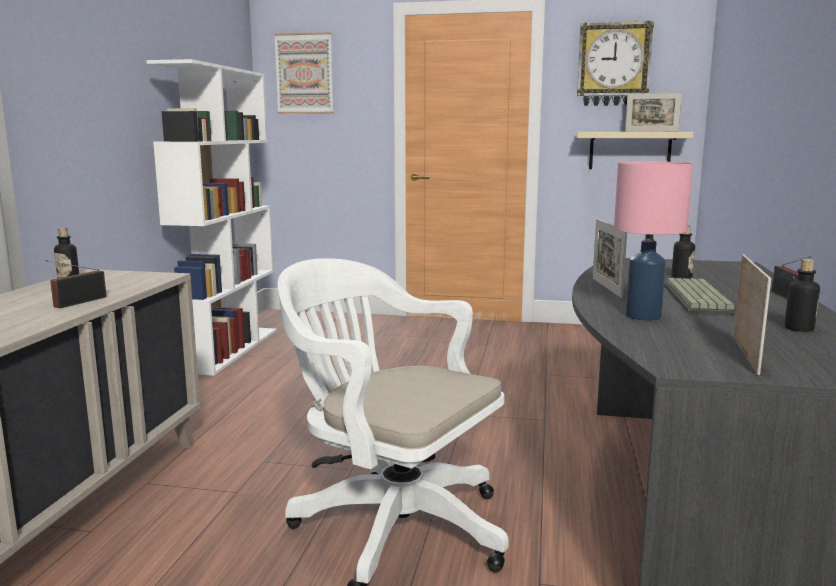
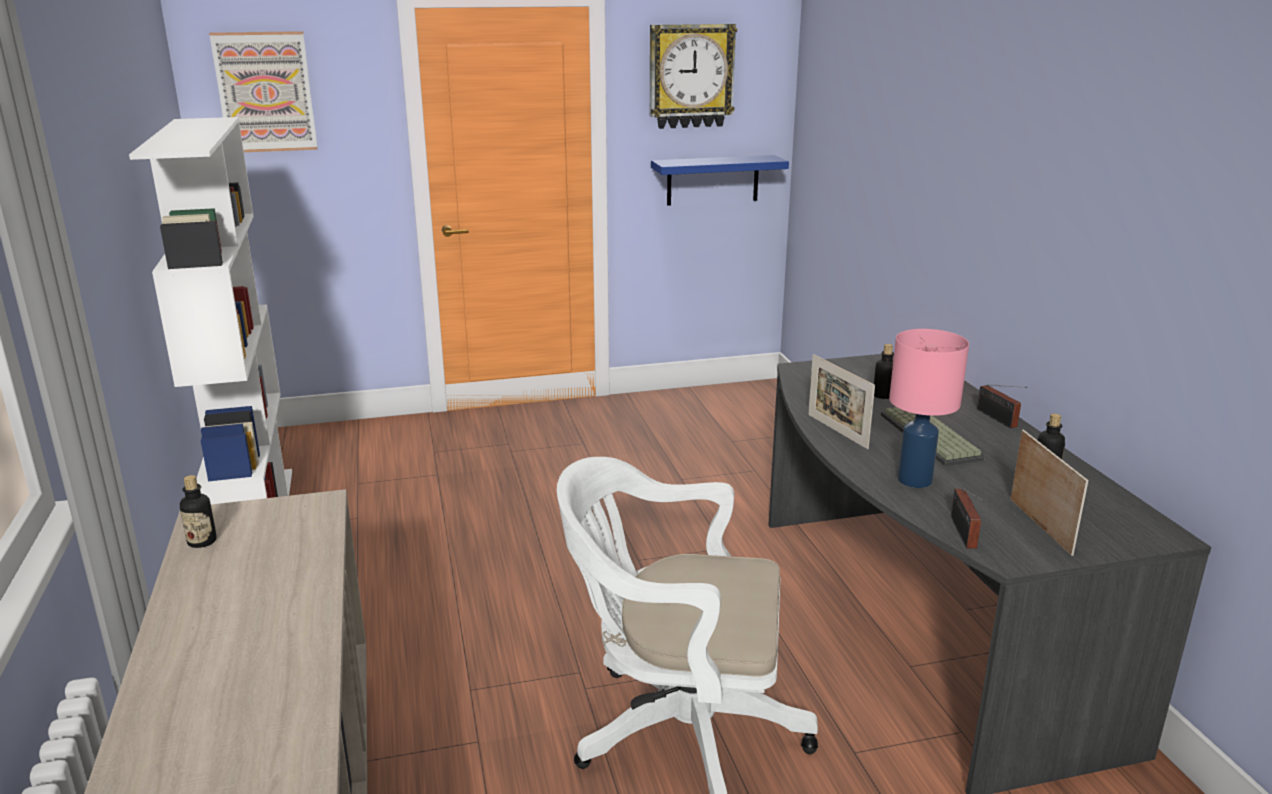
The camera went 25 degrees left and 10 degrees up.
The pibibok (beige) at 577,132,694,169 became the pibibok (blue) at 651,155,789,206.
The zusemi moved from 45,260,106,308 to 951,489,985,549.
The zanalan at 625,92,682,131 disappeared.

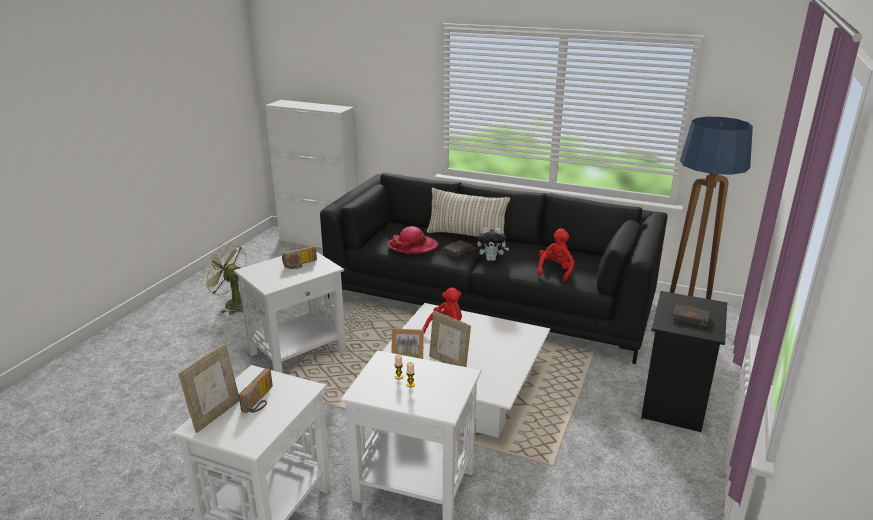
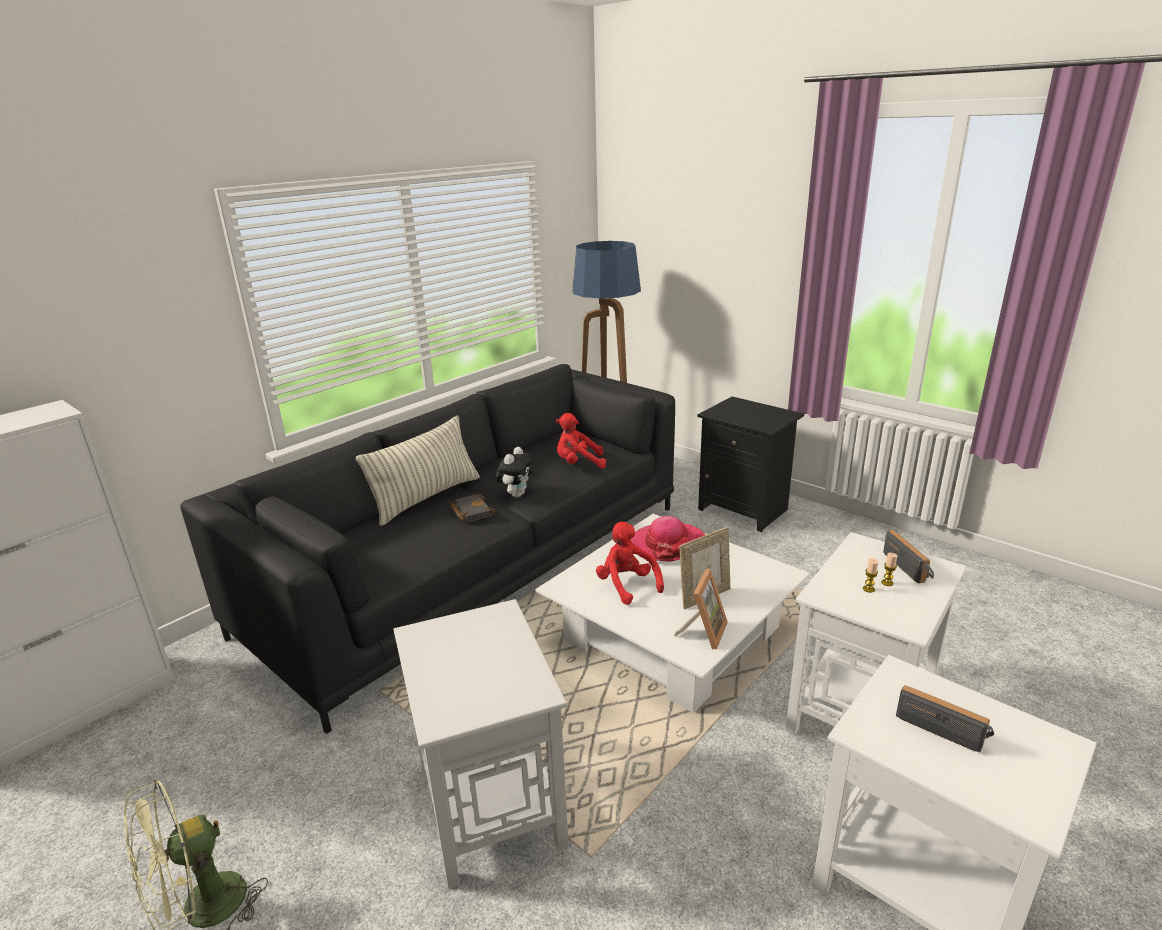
The camera went 70 degrees left and 0 degrees up.
The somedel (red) at 537,228,574,281 turned 45 degrees counterclockwise.
The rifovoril moved from 388,226,438,254 to 630,516,705,562.
The zusemi moved from 282,246,317,269 to 883,530,934,584.
The zanalan at 178,344,240,433 disappeared.
The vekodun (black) at 672,304,710,327 disappeared.

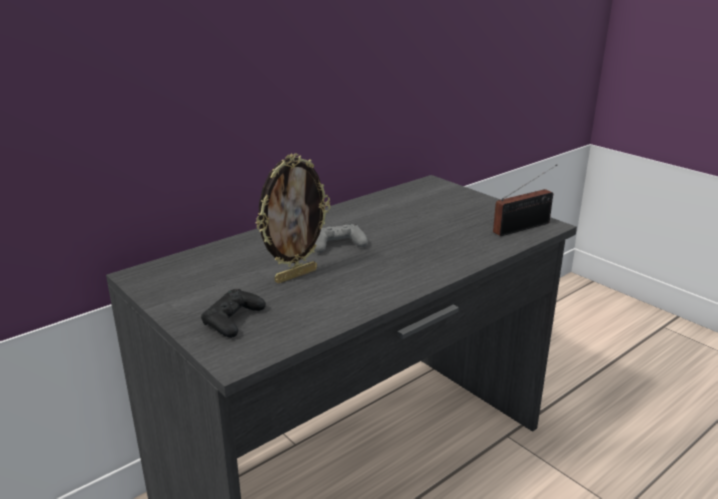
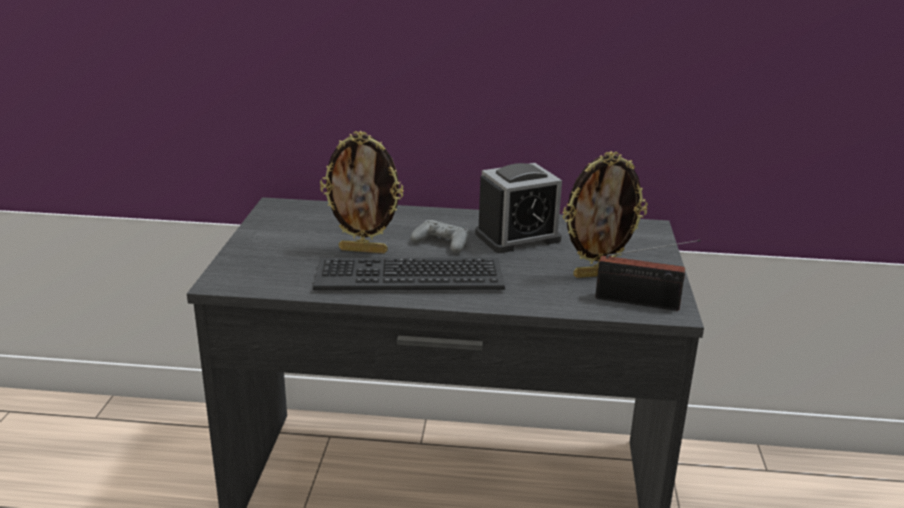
The camera went 45 degrees right and 0 degrees up.
The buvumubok at 313,258,505,291 appeared.
The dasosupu at 475,163,562,253 appeared.
The zanalan at 562,151,648,278 appeared.
The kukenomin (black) at 201,289,266,338 disappeared.

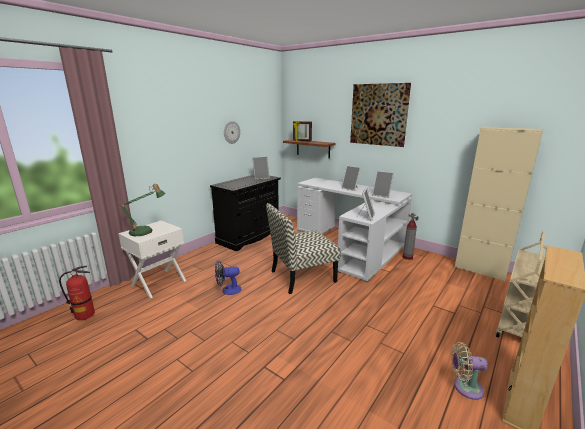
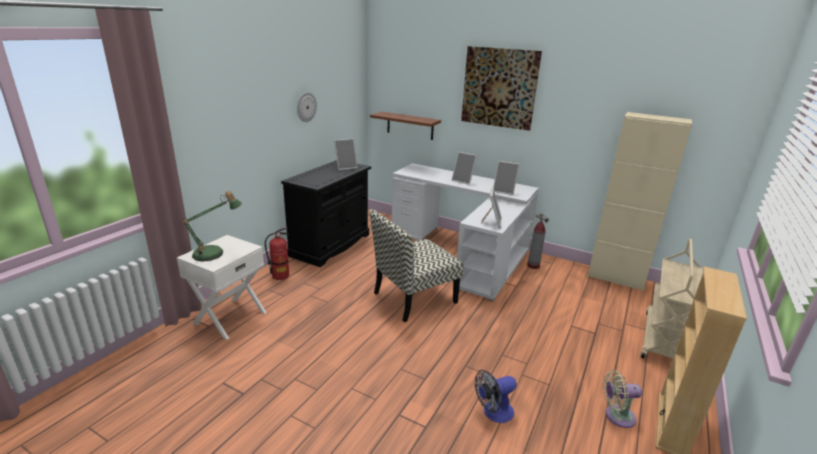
The camera went 10 degrees left and 5 degrees up.
The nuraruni moved from 59,266,95,320 to 265,228,290,280.
The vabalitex moved from 215,261,241,295 to 475,370,517,423.
The zanalan at 293,121,312,141 disappeared.

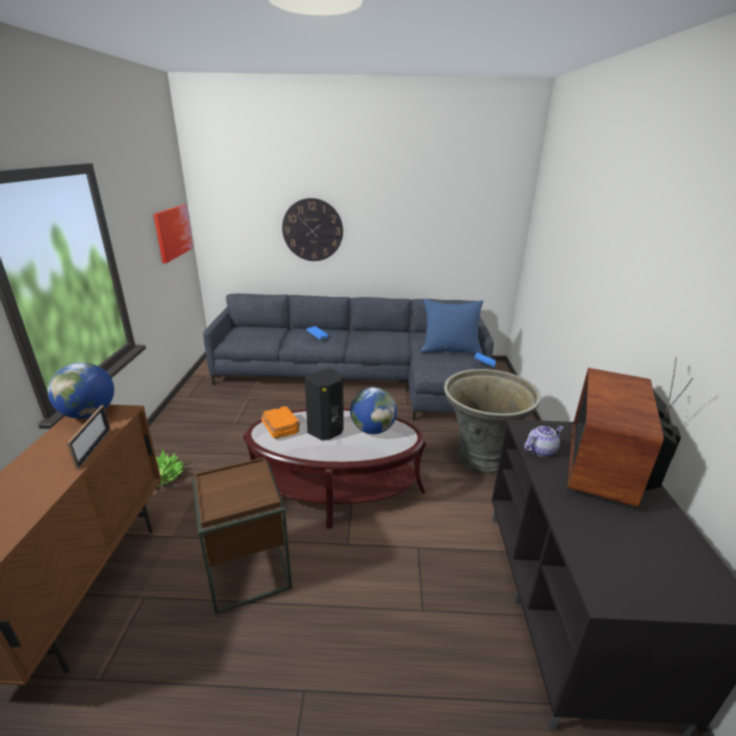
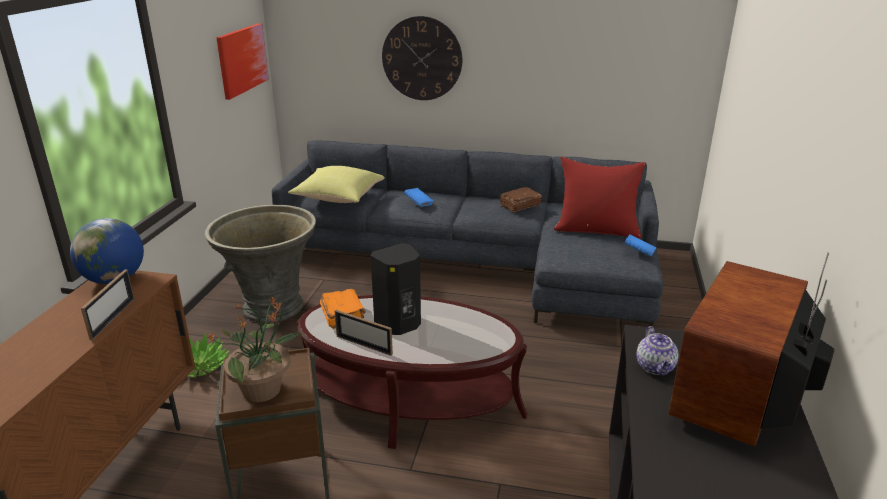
The camera went 10 degrees right and 0 degrees up.
The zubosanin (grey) moved from 444,369,541,473 to 205,205,316,323.
The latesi at 205,297,303,402 appeared.
The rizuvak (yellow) at 288,166,385,203 appeared.
The zanalan at 335,310,393,356 appeared.
The vekodun (brown) at 499,187,542,213 appeared.
The rizuvak (blue) at 421,299,483,354 became the rizuvak (red) at 554,157,646,239.
The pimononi at 524,426,564,457 turned 105 degrees clockwise.
The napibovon at 350,387,397,434 disappeared.

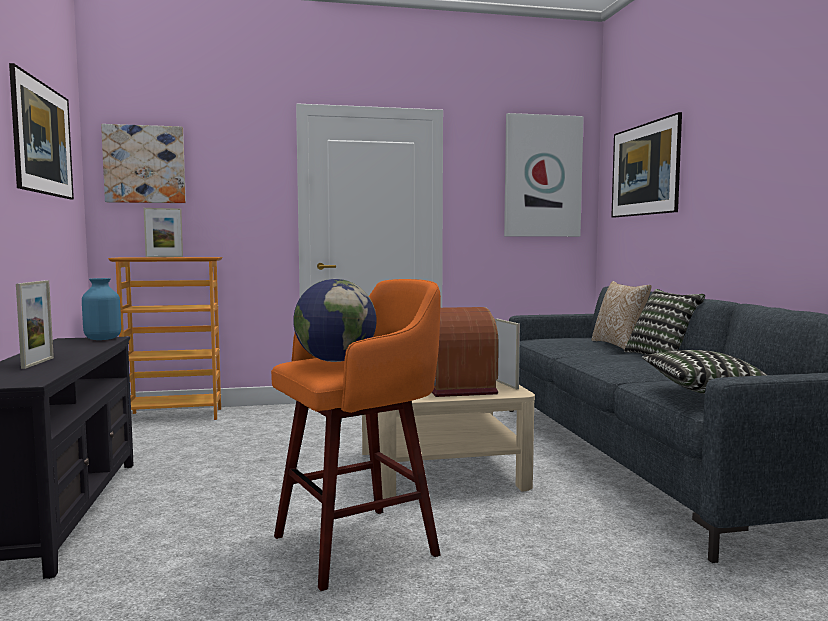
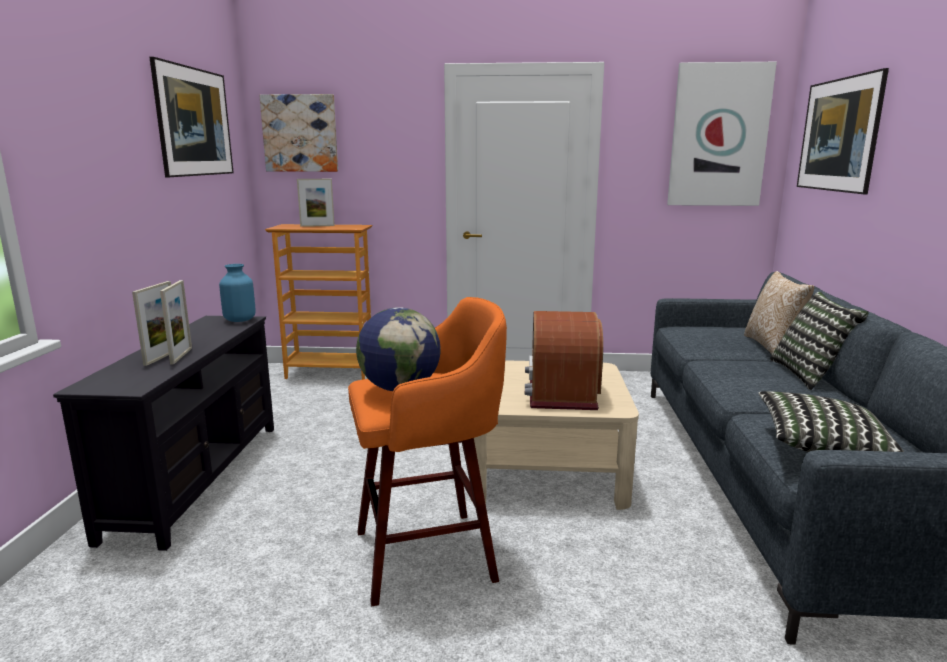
The camera went 15 degrees right and 10 degrees up.
The zanalan moved from 495,319,520,389 to 160,280,192,364.

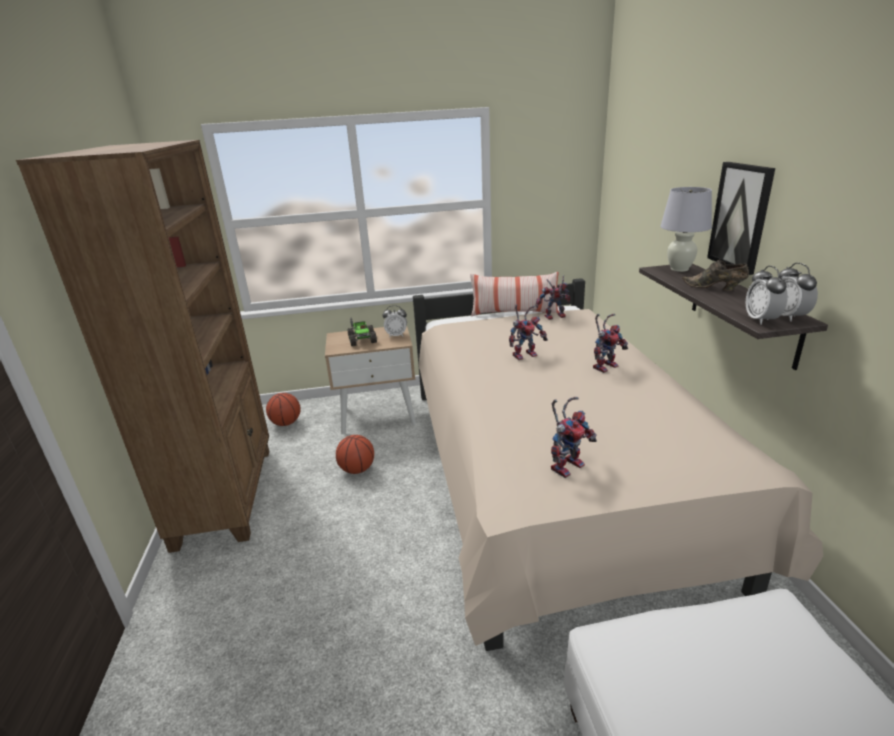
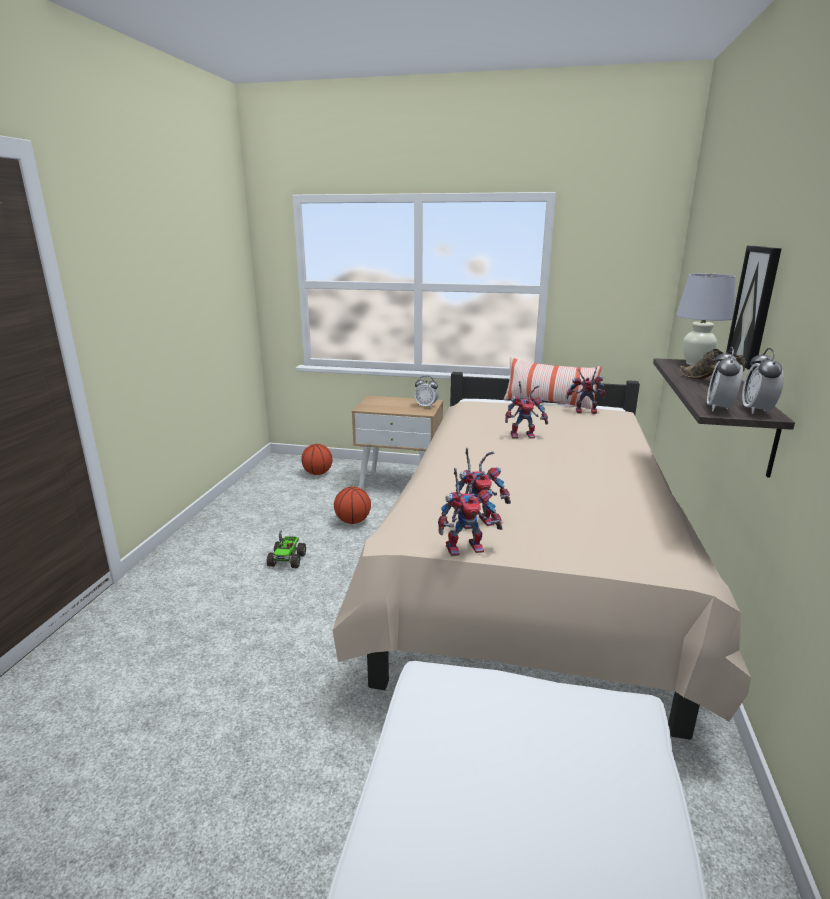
The camera went 20 degrees right and 5 degrees down.
The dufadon moved from 348,318,377,346 to 267,530,306,568.
The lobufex moved from 593,314,628,373 to 438,468,503,556.
The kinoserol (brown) at 16,140,269,553 disappeared.

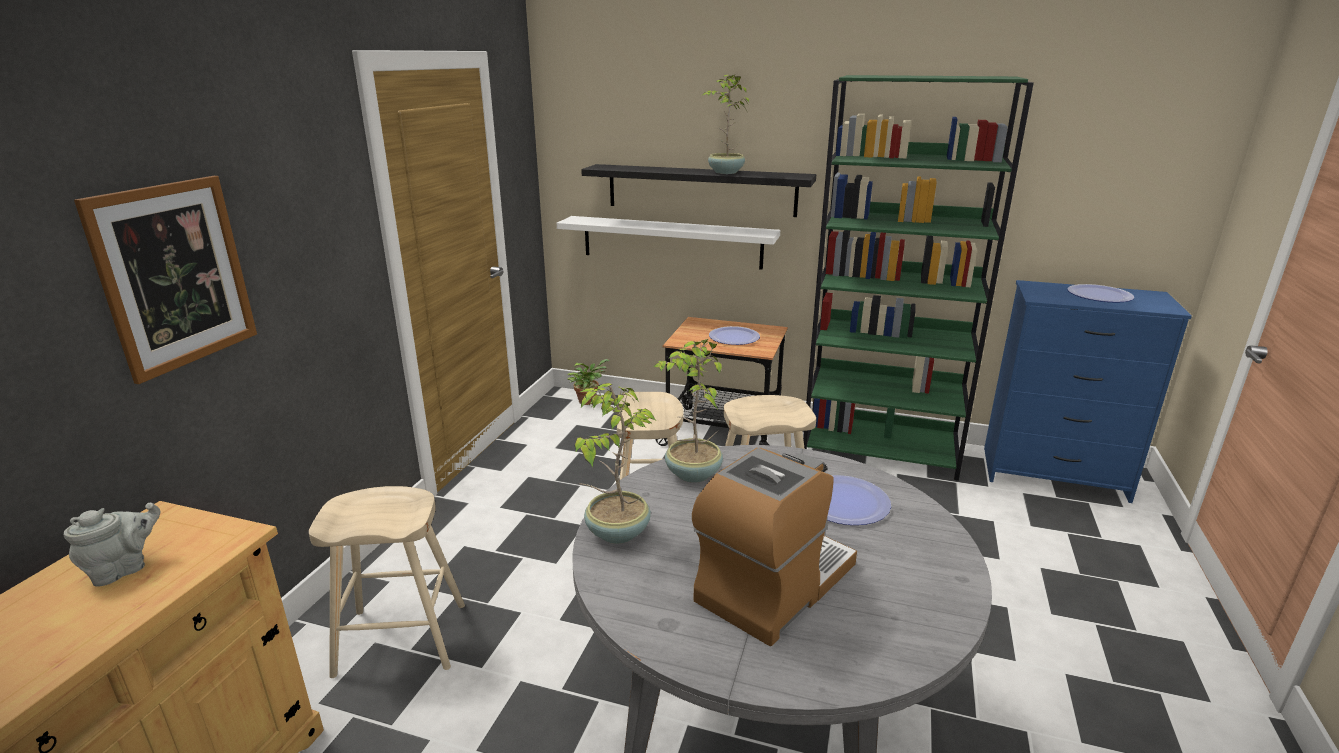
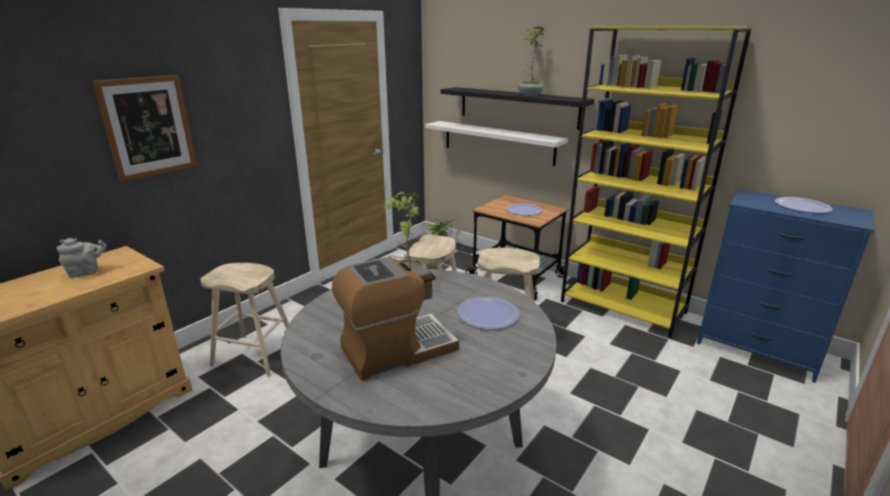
The camera went 20 degrees right and 0 degrees up.
The kinoserol (green) at 803,75,1034,481 became the kinoserol (yellow) at 561,26,751,338.
The latesi at 575,383,655,544 disappeared.

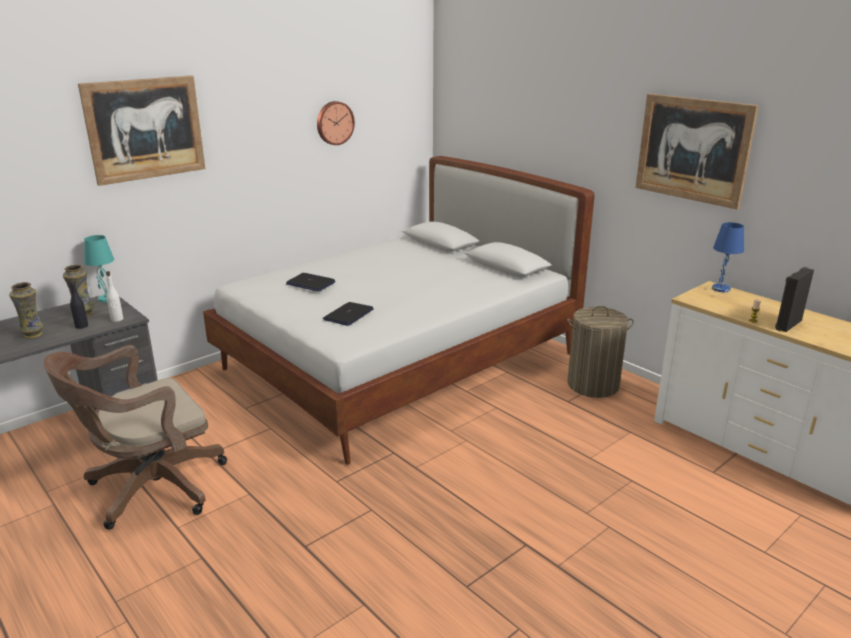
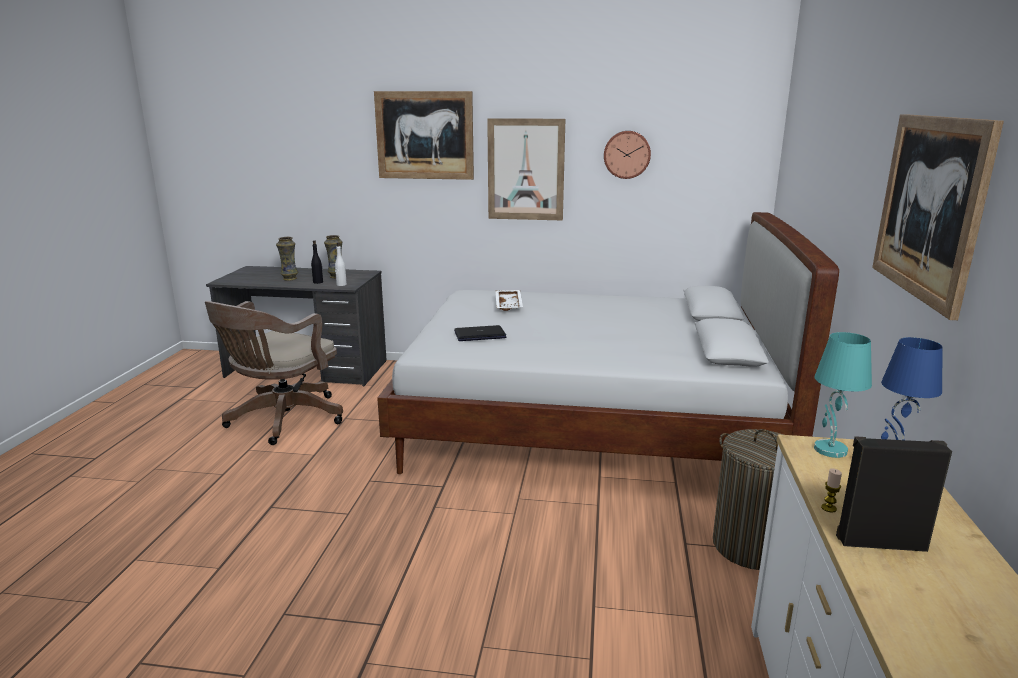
The camera went 50 degrees right and 5 degrees down.
The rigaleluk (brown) at 43,345,227,530 turned 75 degrees counterclockwise.
The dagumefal at 487,118,565,221 appeared.
The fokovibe at 286,273,335,292 was replaced by the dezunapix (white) at 495,290,523,311.
The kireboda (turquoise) moved from 84,235,114,302 to 814,332,872,458.

